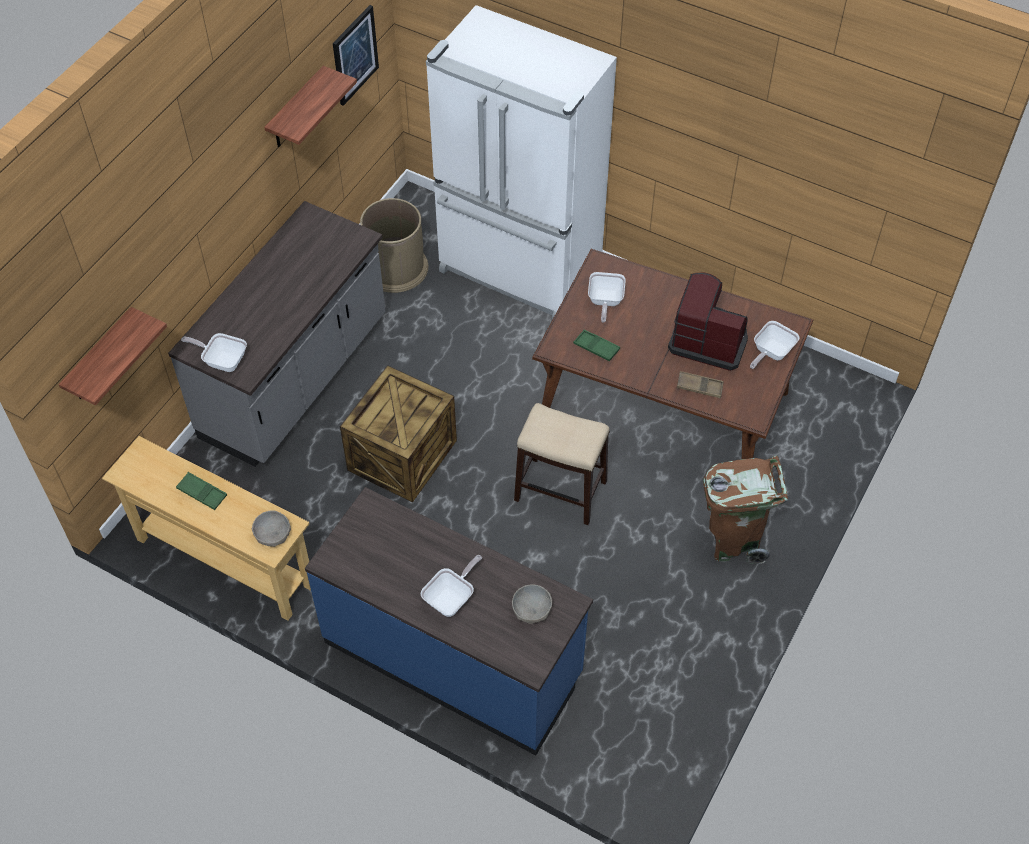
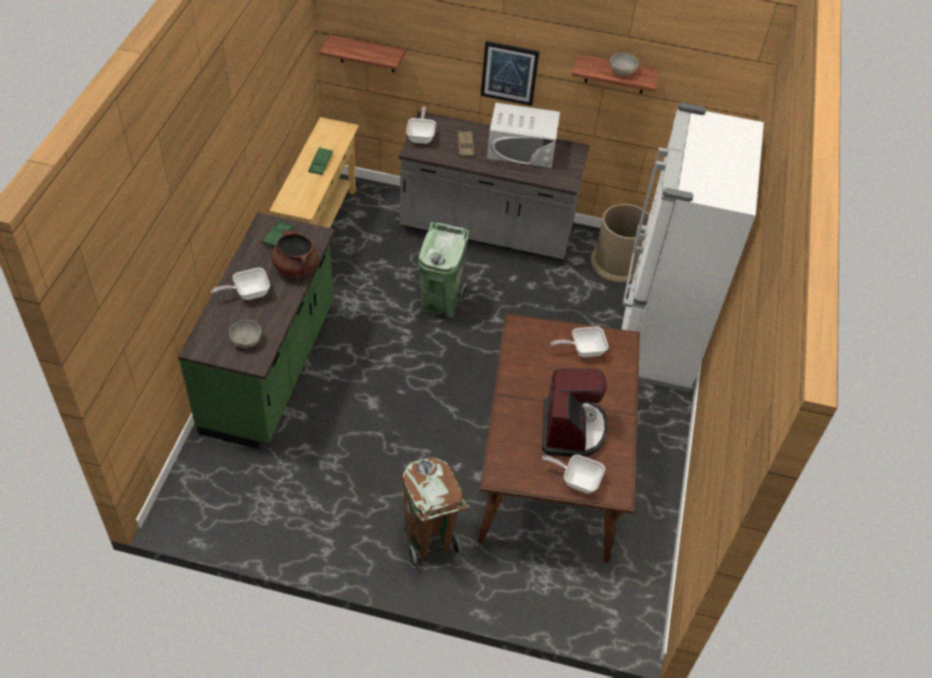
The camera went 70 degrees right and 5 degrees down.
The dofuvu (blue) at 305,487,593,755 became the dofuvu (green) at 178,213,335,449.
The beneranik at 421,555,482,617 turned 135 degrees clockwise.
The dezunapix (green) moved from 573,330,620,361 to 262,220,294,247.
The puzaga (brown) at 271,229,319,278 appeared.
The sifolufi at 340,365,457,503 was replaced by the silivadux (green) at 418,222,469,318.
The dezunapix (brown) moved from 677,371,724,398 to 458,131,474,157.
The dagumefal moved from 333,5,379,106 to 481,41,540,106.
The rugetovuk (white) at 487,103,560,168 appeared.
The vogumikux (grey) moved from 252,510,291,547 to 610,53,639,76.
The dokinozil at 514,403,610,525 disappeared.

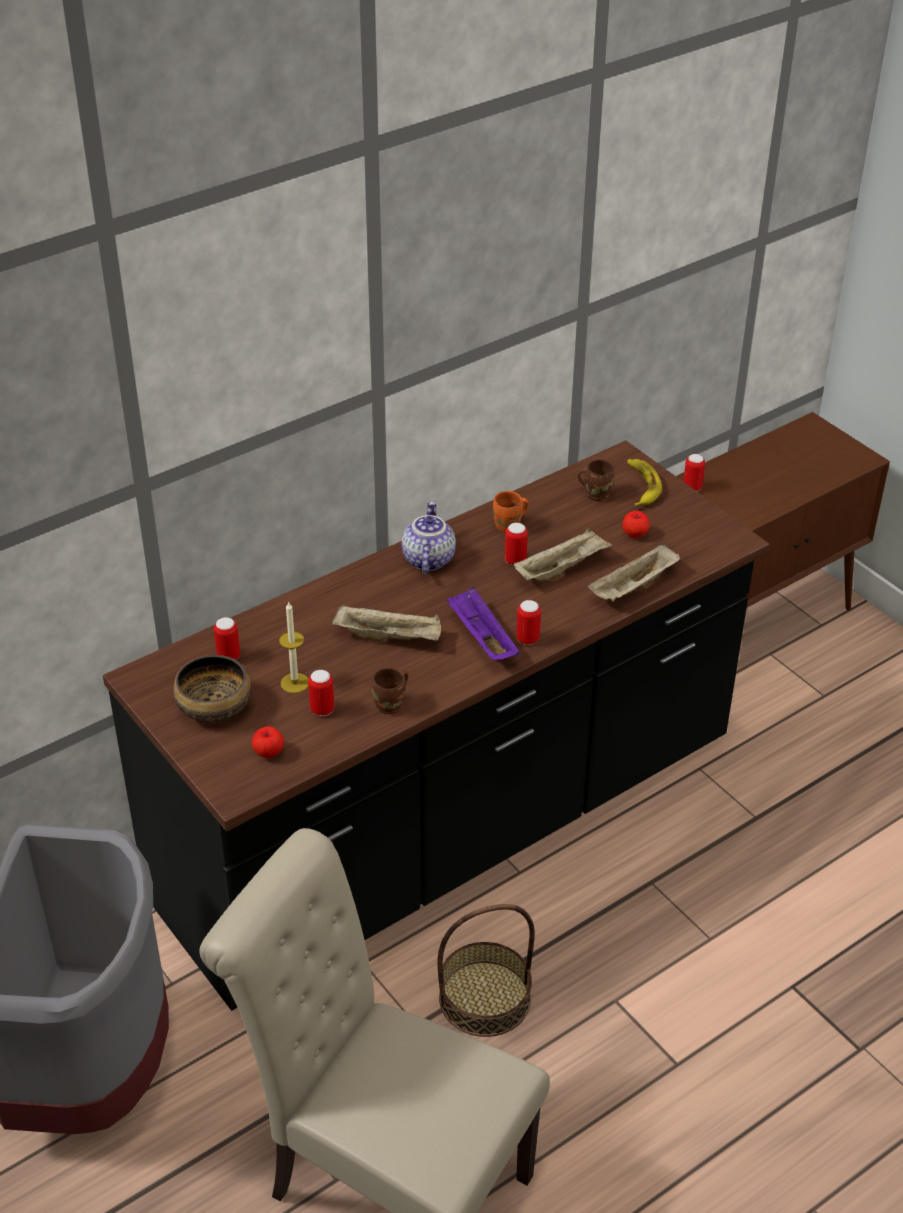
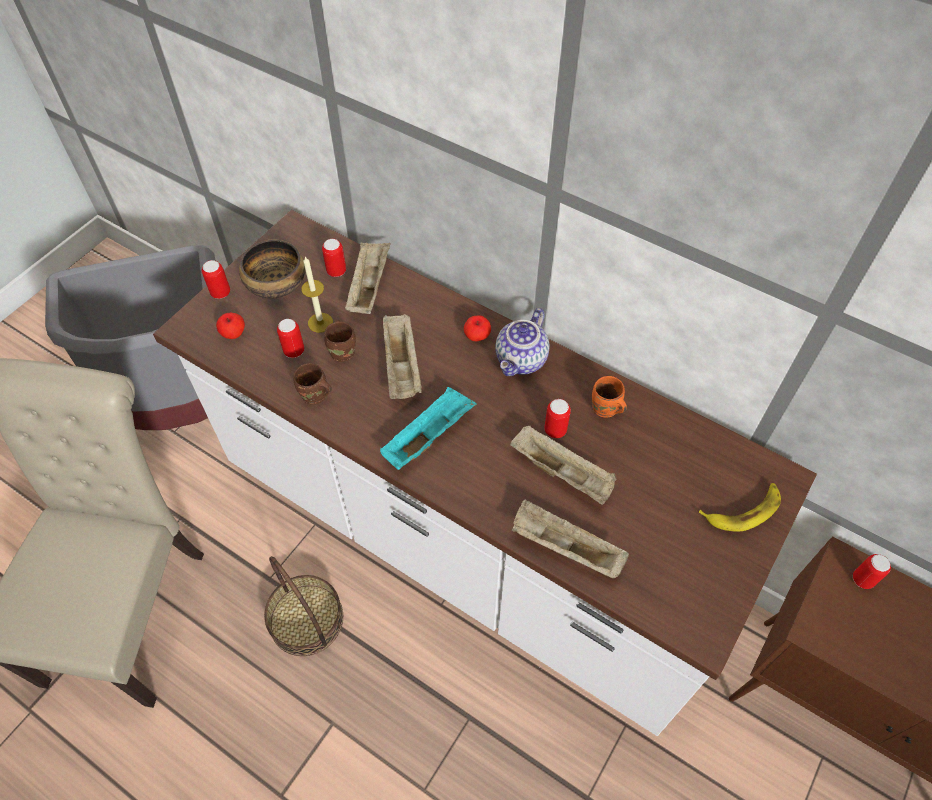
The camera went 70 degrees right and 15 degrees up.
The dofuvu (black) at 103,441,769,1011 became the dofuvu (white) at 153,210,817,736.
The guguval moved from 516,600,541,645 to 202,260,230,299.
The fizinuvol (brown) moved from 578,459,614,501 to 324,320,356,362.
The dezunapix (beige) at 345,243,391,314 appeared.
The dezunapix (purple) at 446,587,520,661 became the dezunapix (turquoise) at 380,387,477,470.
The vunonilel moved from 622,511,650,538 to 464,315,491,341.
The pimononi at 402,501,456,574 turned 135 degrees clockwise.

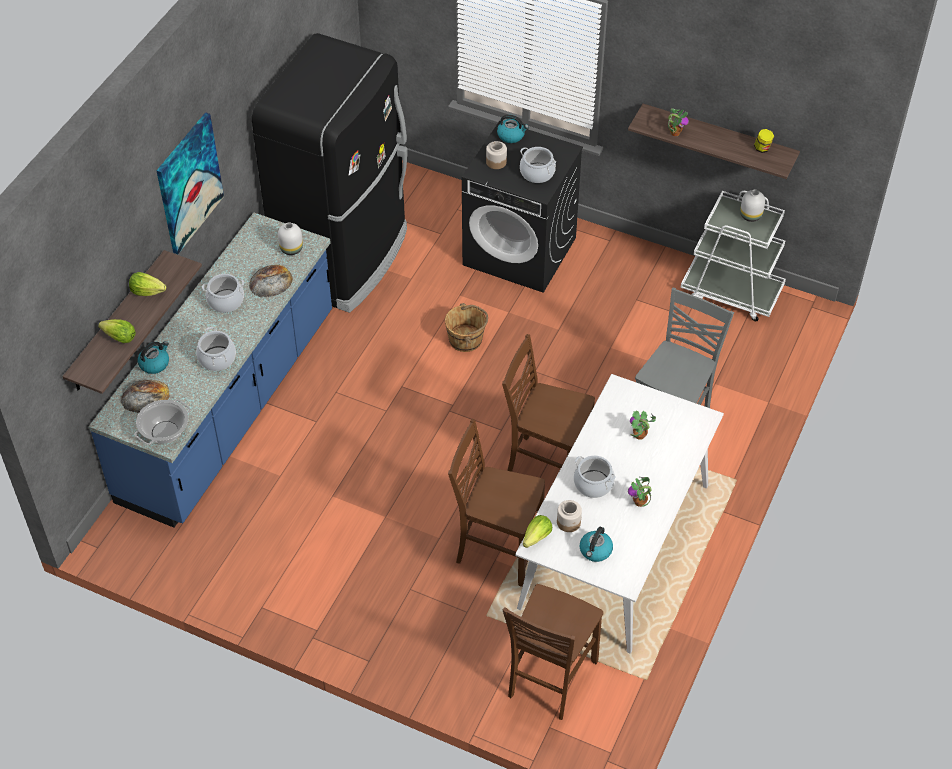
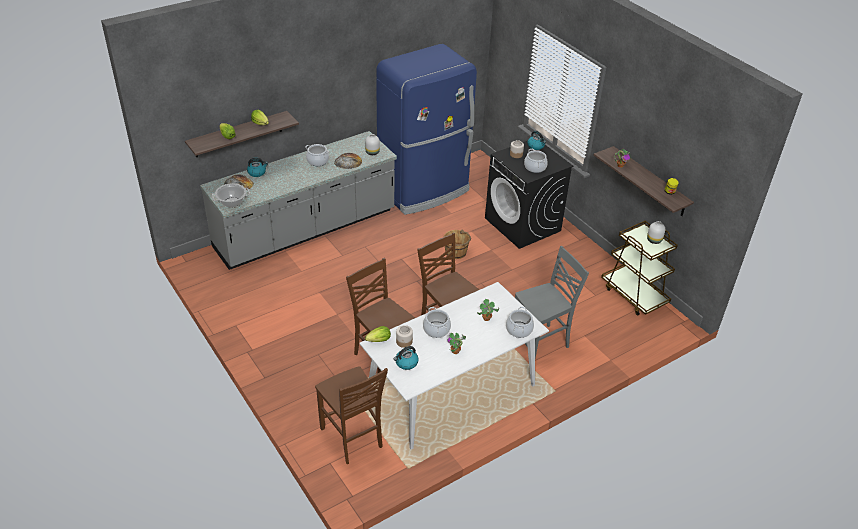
The camera went 30 degrees right and 10 degrees down.
The dofuvu (blue) at 89,213,332,528 became the dofuvu (grey) at 200,131,397,270.
The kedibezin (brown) at 503,584,604,720 turned 90 degrees counterclockwise.
The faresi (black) at 252,33,407,313 became the faresi (blue) at 376,44,477,215.
The puzaga moved from 196,327,236,371 to 506,307,534,338.
The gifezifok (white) at 680,191,786,321 became the gifezifok (brown) at 601,221,678,316.
The dagumefal at 157,112,224,254 disappeared.

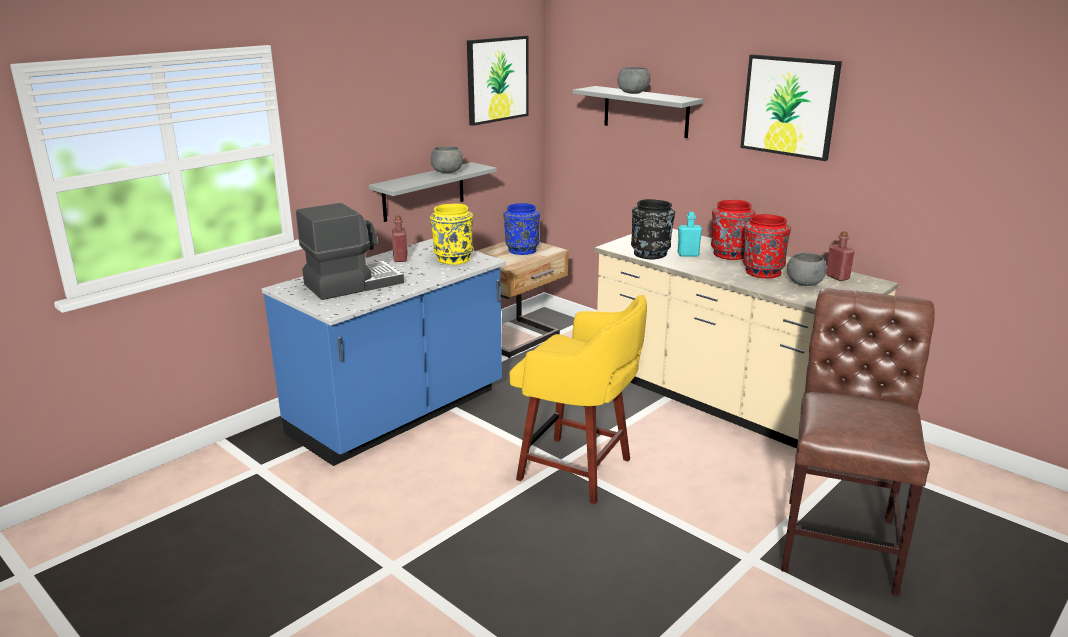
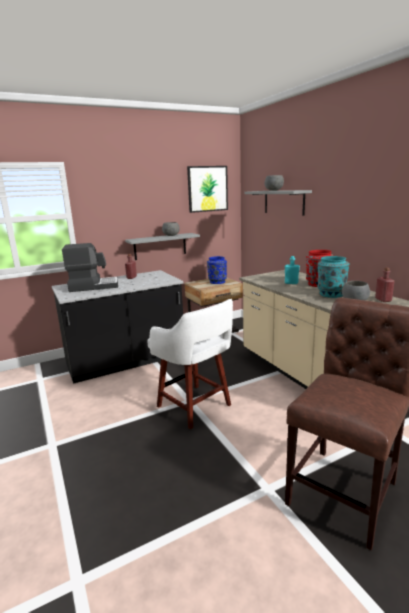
The camera went 20 degrees right and 5 degrees down.
The dofuvu (blue) at 262,239,506,466 became the dofuvu (black) at 52,270,183,384.
The dokinozil (yellow) at 510,295,647,504 became the dokinozil (white) at 147,299,233,429.
The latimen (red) at 743,214,791,278 became the latimen (turquoise) at 318,256,349,298.
The latimen (yellow) at 430,204,473,265 disappeared.
The latimen (black) at 631,199,675,259 disappeared.
The dagumefal at 740,54,842,161 disappeared.

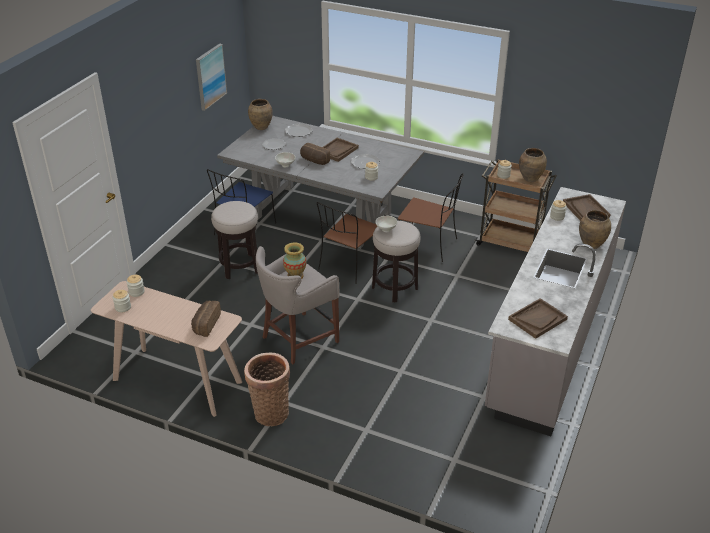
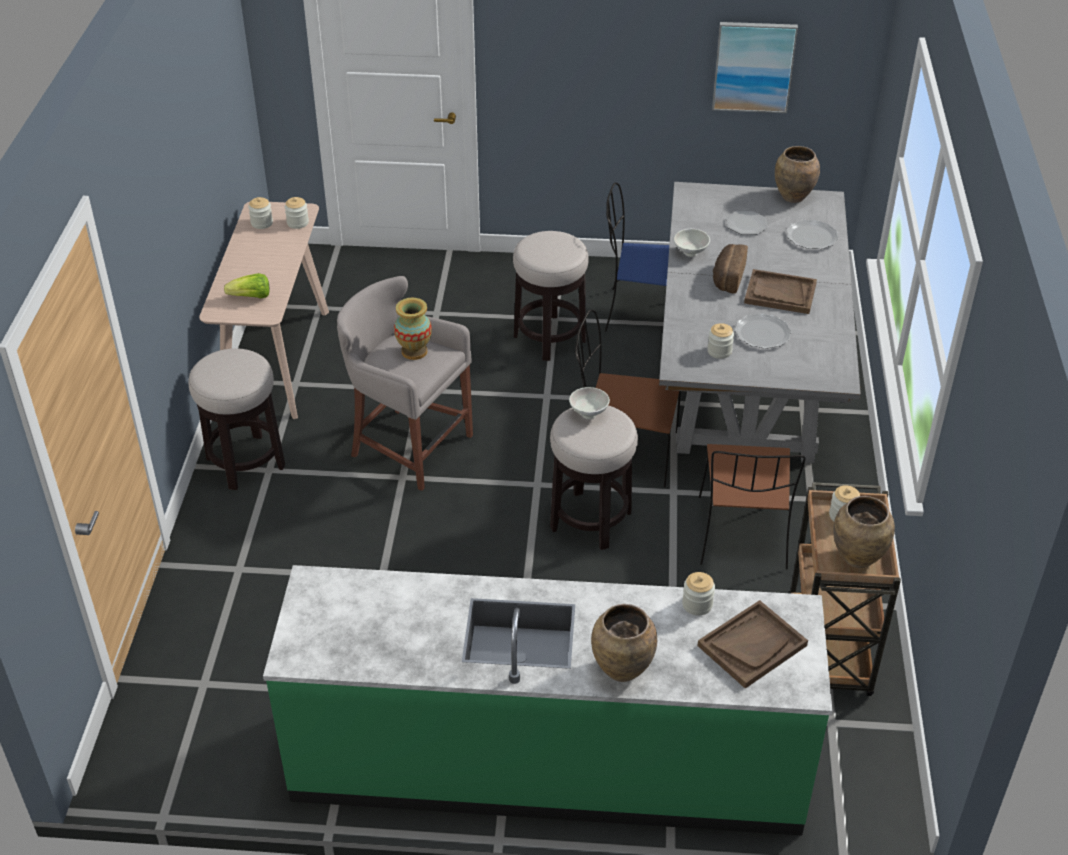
The camera went 70 degrees right and 5 degrees up.
The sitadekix at 244,353,290,426 was replaced by the dokinozil at 188,348,285,490.
The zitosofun at 191,301,221,337 was replaced by the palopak at 224,273,269,298.
The dofuvu (grey) at 485,187,626,436 became the dofuvu (green) at 263,565,832,836.
The dezunapix (brown) at 508,298,568,339 disappeared.

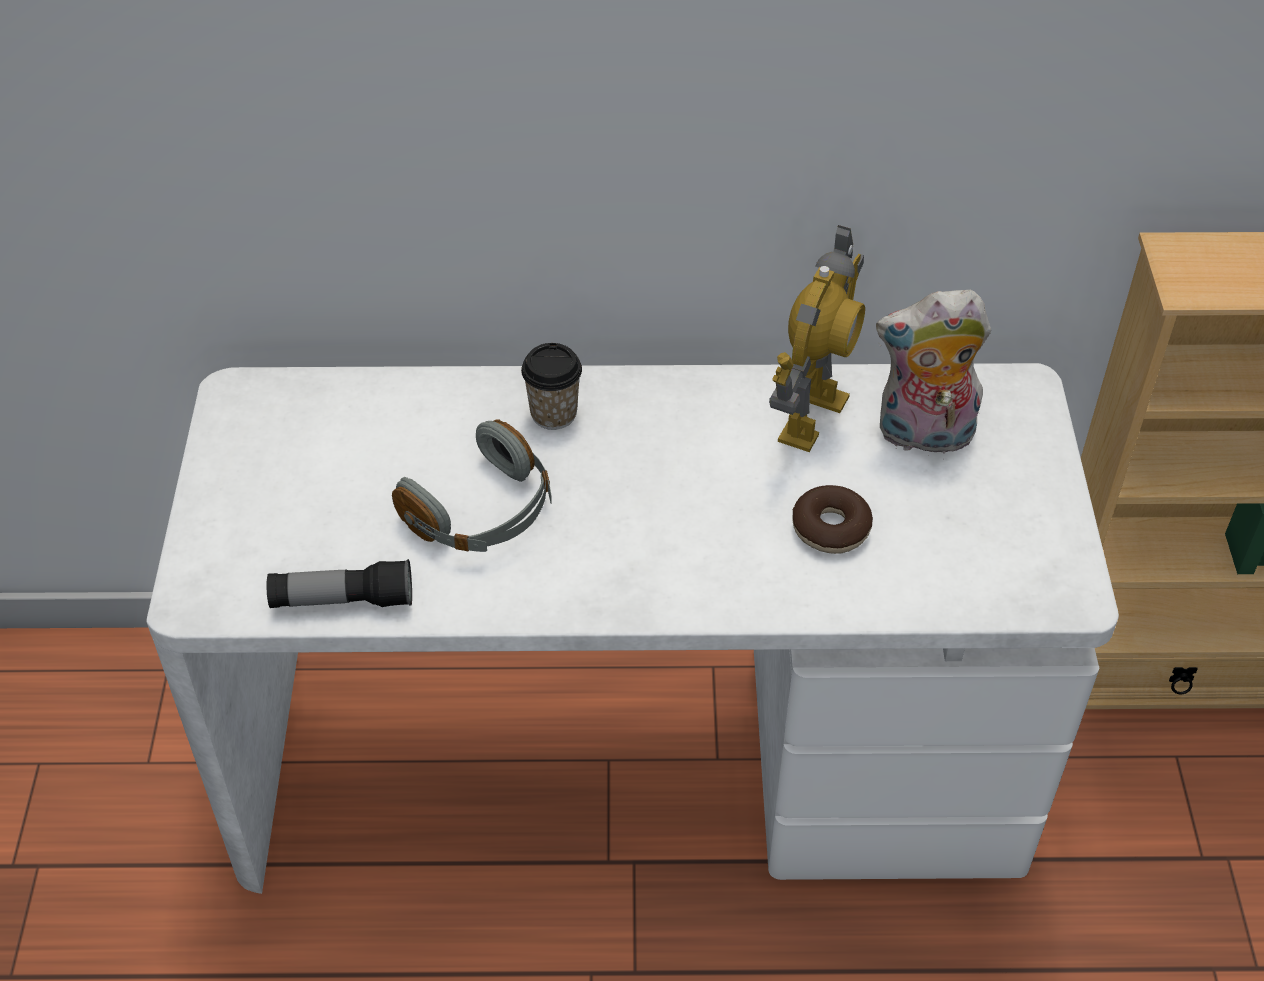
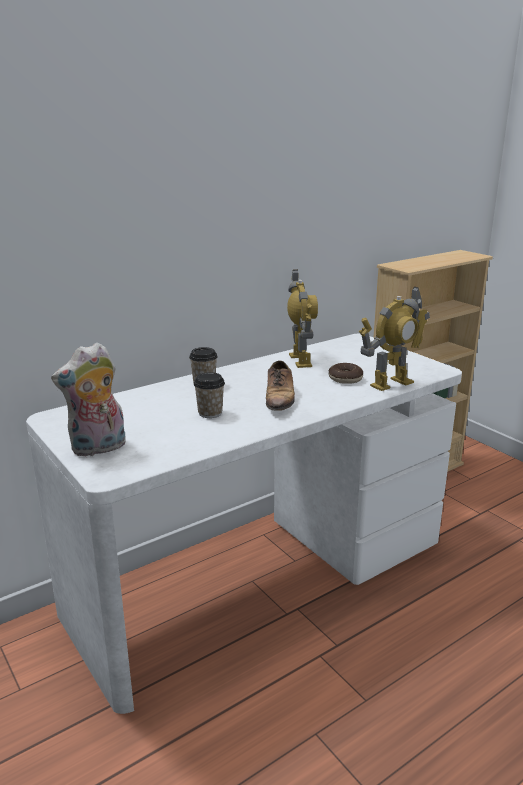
The camera went 35 degrees left and 25 degrees down.
The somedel moved from 876,290,991,460 to 51,342,126,457.
The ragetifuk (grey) at 392,420,552,552 was replaced by the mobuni at 194,372,225,418.
The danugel at 266,360,295,411 appeared.
The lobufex at 359,286,430,391 appeared.
The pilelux at 267,559,412,608 disappeared.

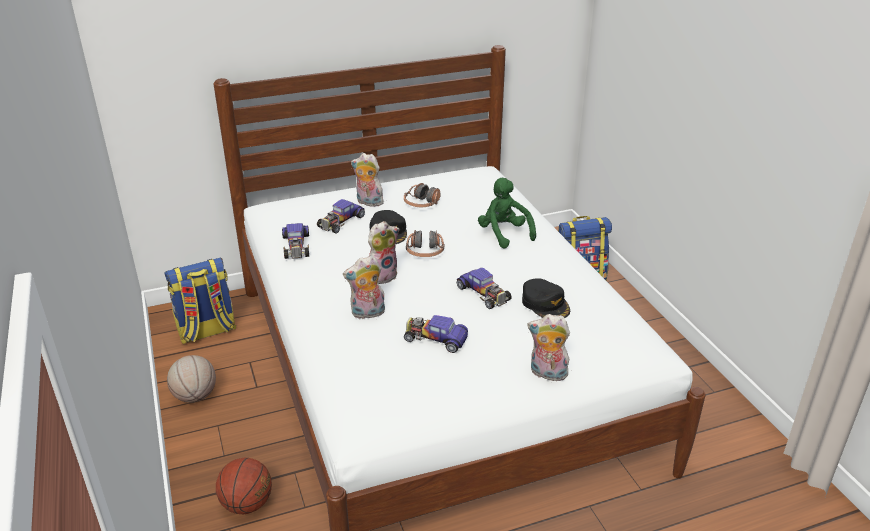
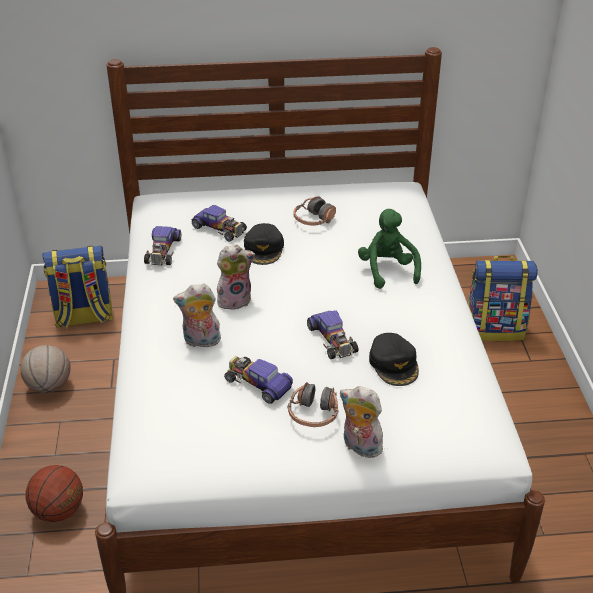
The camera went 15 degrees right and 5 degrees up.
The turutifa at 317,199,365,234 turned 105 degrees counterclockwise.
The ragetifuk moved from 406,230,444,257 to 288,382,338,427.
The somedel at 351,153,384,207 disappeared.

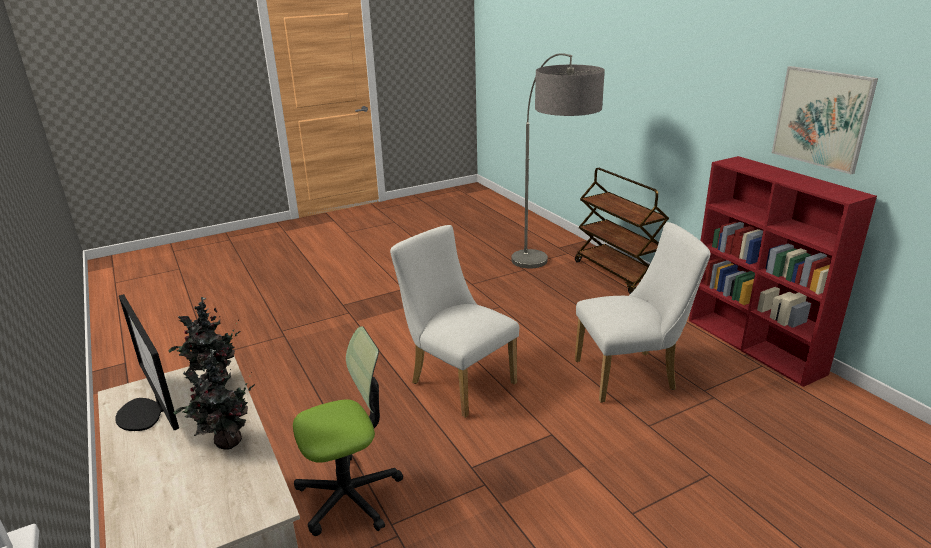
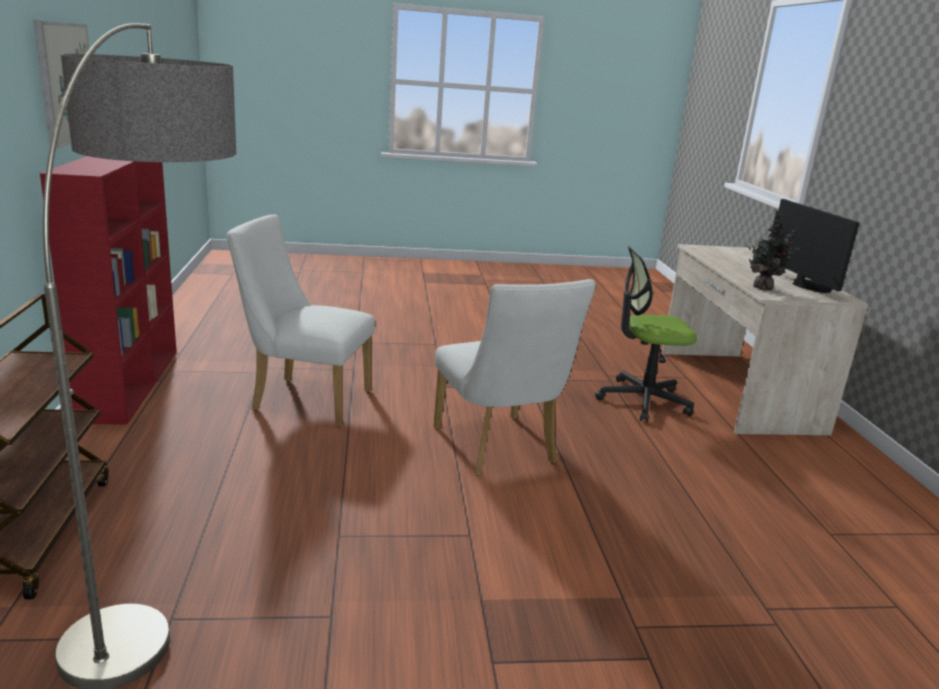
The camera went 160 degrees left and 5 degrees down.
The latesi at 174,349,255,450 disappeared.

